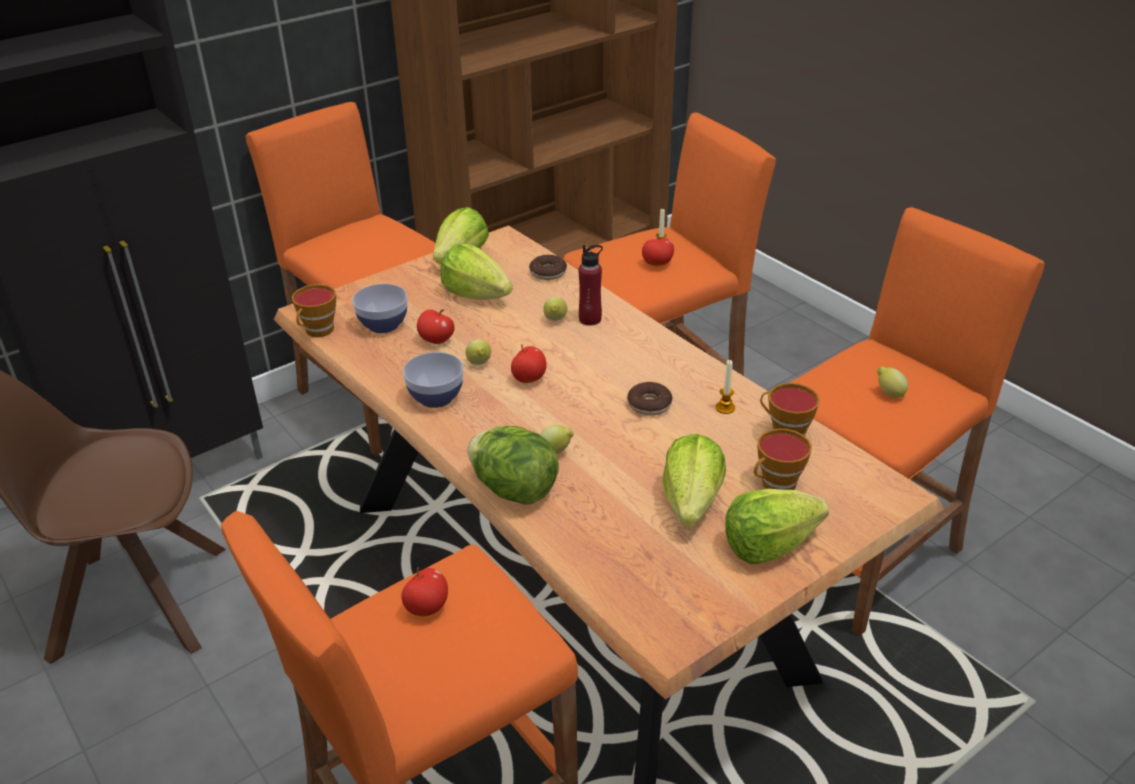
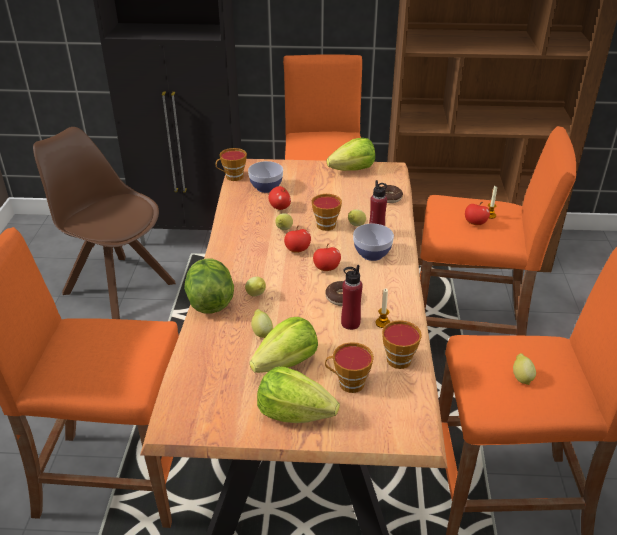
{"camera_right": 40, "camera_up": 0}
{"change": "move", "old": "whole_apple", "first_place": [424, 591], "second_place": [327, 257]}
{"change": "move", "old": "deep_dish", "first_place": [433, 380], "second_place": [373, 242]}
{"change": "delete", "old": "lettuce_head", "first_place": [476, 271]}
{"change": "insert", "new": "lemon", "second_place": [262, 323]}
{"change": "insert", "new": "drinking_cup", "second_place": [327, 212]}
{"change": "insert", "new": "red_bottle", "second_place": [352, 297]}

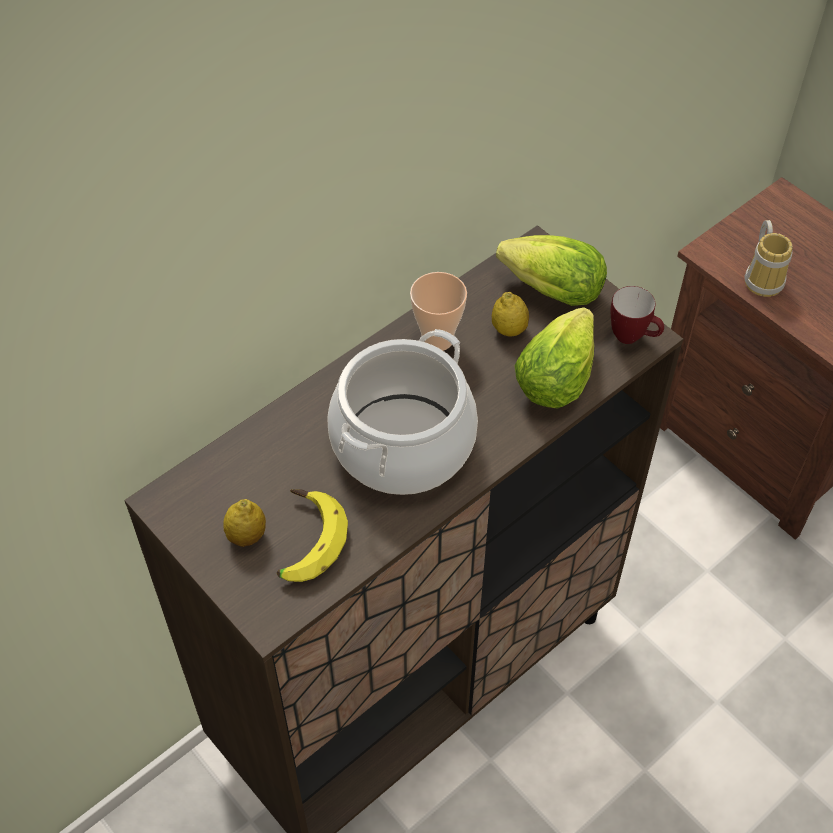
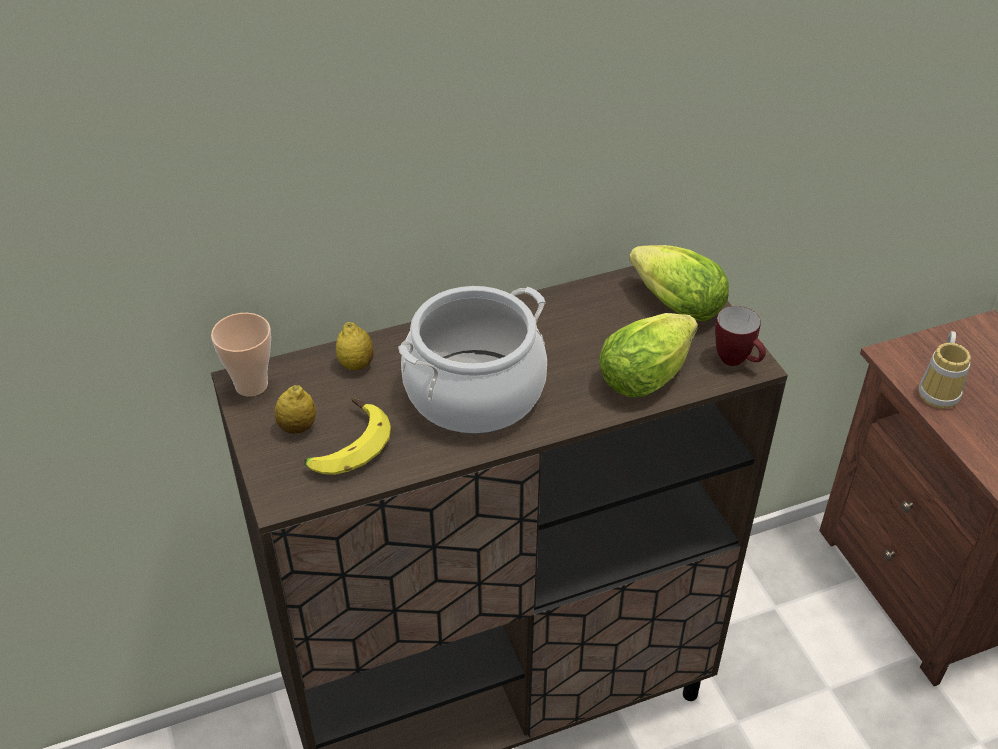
{"camera_right": 20, "camera_up": -10}
{"change": "move", "old": "drinking_cup", "first_place": [438, 311], "second_place": [241, 355]}
{"change": "move", "old": "lemon", "first_place": [510, 314], "second_place": [355, 346]}

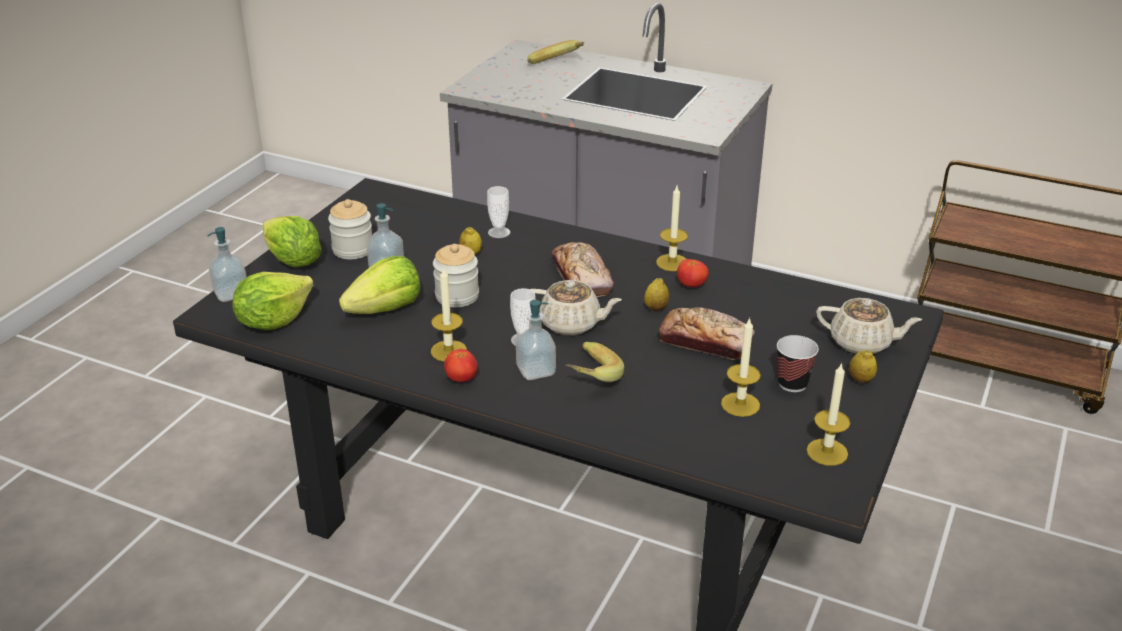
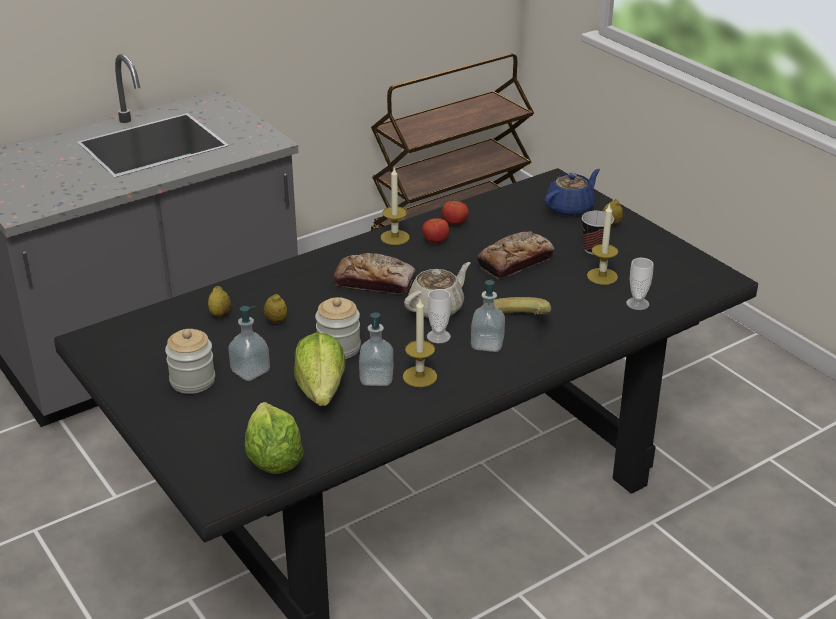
{"camera_right": -60, "camera_up": 0}
{"change": "move", "old": "liquid_soap_bottle", "first_place": [227, 264], "second_place": [376, 349]}
{"change": "delete", "old": "lettuce_head", "first_place": [292, 242]}
{"change": "move", "old": "whole_tomato", "first_place": [461, 365], "second_place": [455, 213]}
{"change": "move", "old": "drinking_cup", "first_place": [498, 212], "second_place": [640, 284]}
{"change": "delete", "old": "banana", "first_place": [555, 52]}
{"change": "move", "old": "lemon", "first_place": [656, 295], "second_place": [219, 301]}
{"change": "delete", "old": "wax_light", "first_place": [828, 414]}
{"change": "recolor", "old": "sand-coloured_teapot", "new": "bluish_teapot", "first_place": [869, 326], "second_place": [572, 193]}

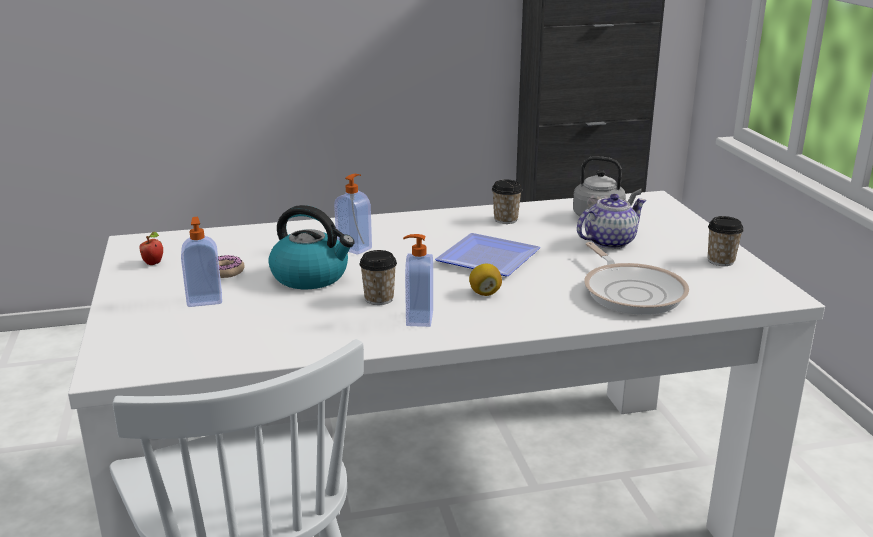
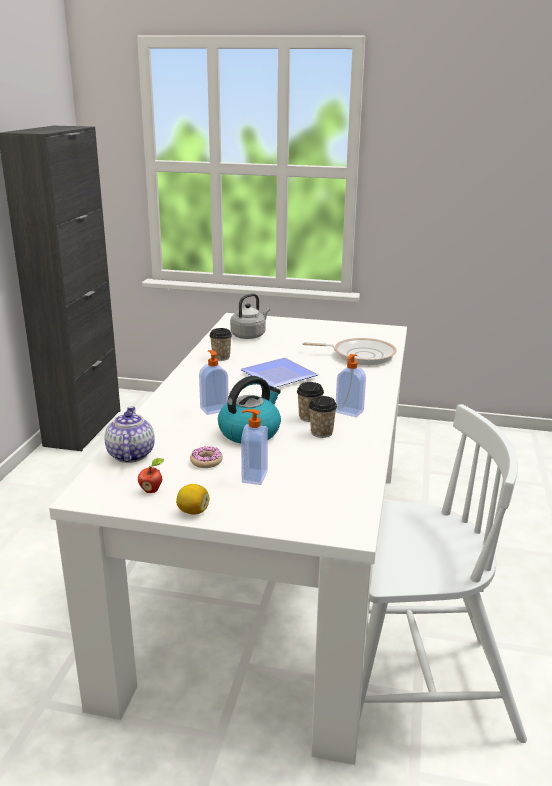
{"camera_right": -65, "camera_up": 0}
{"change": "move", "old": "lemon", "first_place": [485, 280], "second_place": [193, 499]}
{"change": "move", "old": "teapot", "first_place": [612, 221], "second_place": [129, 434]}
{"change": "move", "old": "drinking_cup", "first_place": [726, 241], "second_place": [323, 417]}

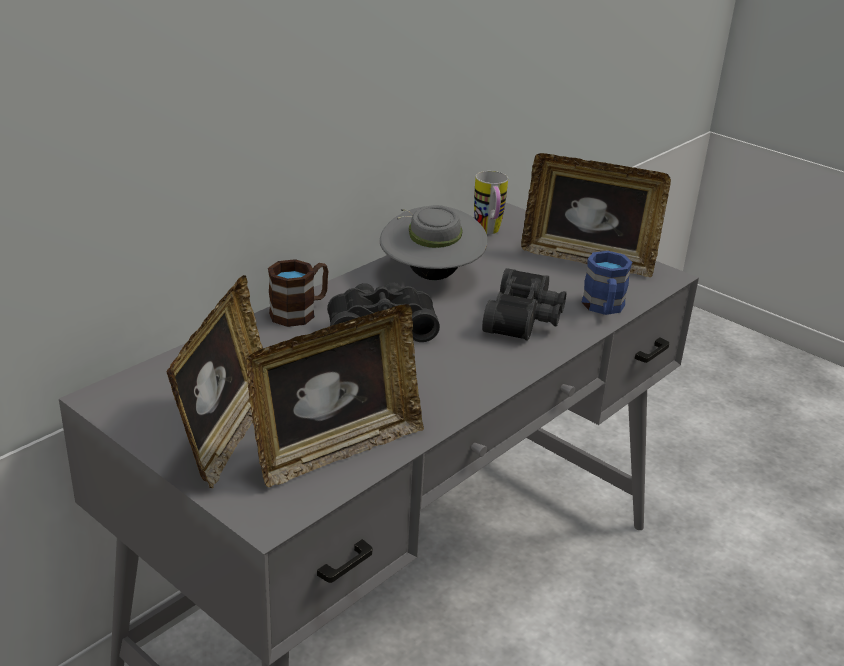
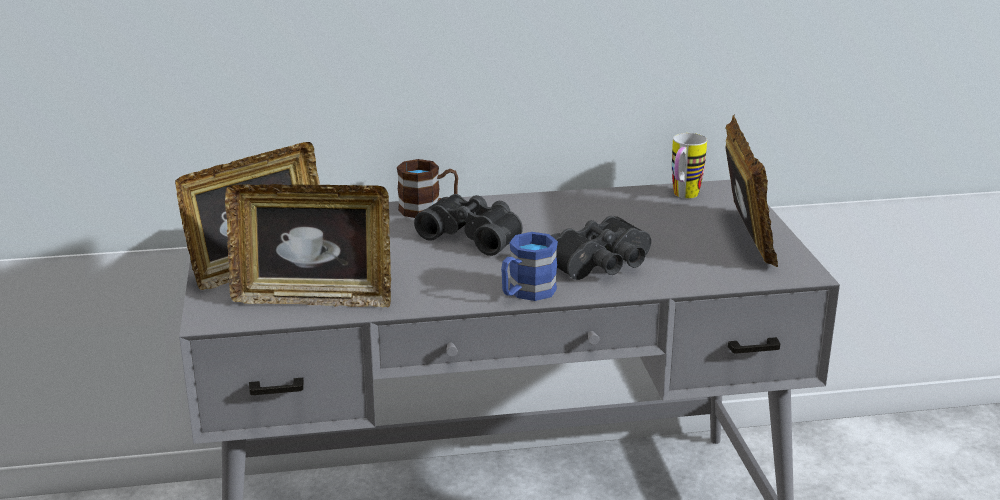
{"camera_right": 40, "camera_up": -5}
{"change": "delete", "old": "gray_wearable_hat", "first_place": [434, 242]}
{"change": "rotate", "old": "standing_frame", "first_place": [596, 215], "second_place": [751, 190], "degrees": -150}
{"change": "move", "old": "bluish_coffee_mug", "first_place": [606, 283], "second_place": [529, 266]}

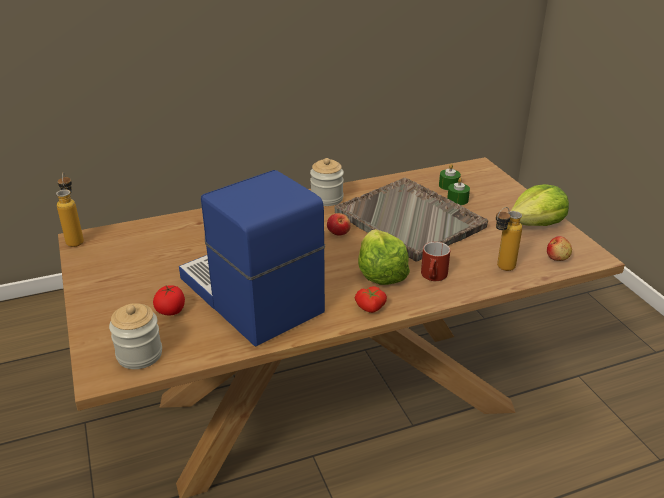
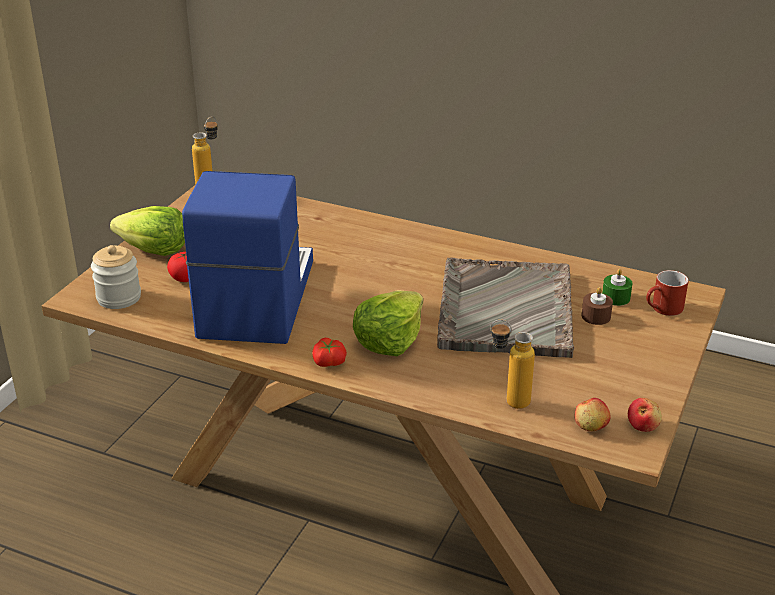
{"camera_right": 45, "camera_up": 0}
{"change": "delete", "old": "preserve_jar", "first_place": [327, 182]}
{"change": "move", "old": "whole_apple", "first_place": [339, 224], "second_place": [645, 415]}
{"change": "move", "old": "red_coffee_mug", "first_place": [435, 261], "second_place": [667, 293]}
{"change": "recolor", "old": "greenish_wax_light", "new": "brownish_wax_light", "first_place": [458, 191], "second_place": [597, 306]}
{"change": "move", "old": "lettuce_head", "first_place": [540, 205], "second_place": [147, 231]}

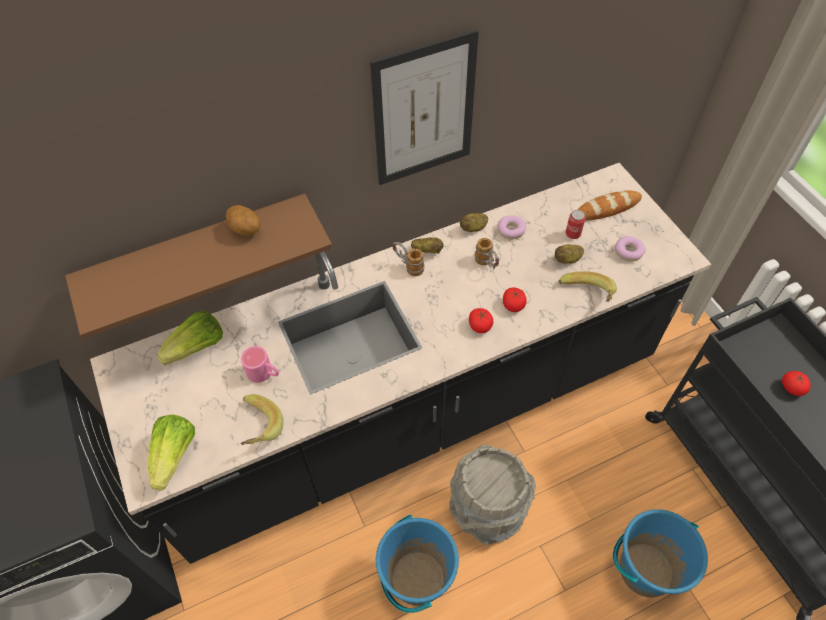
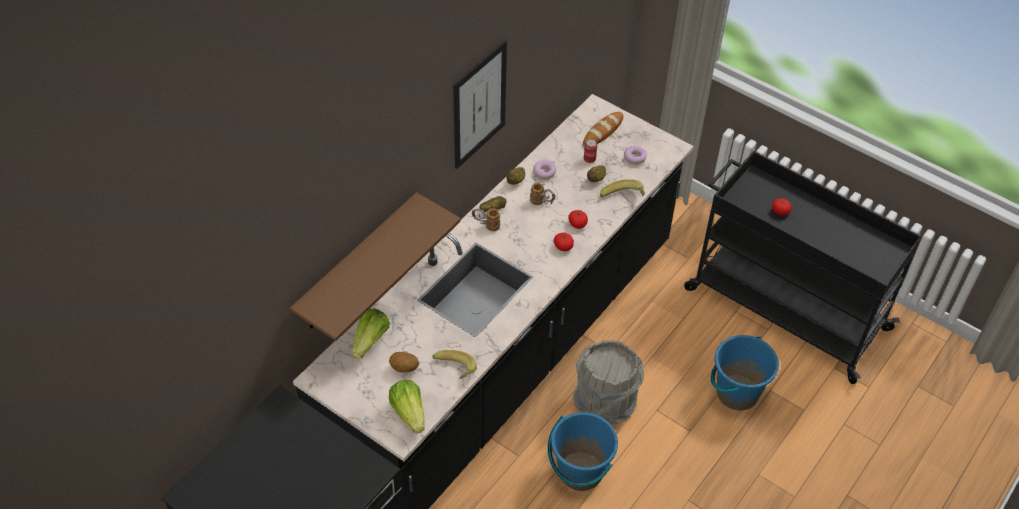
{"camera_right": -30, "camera_up": -5}
{"change": "move", "old": "spud", "first_place": [243, 220], "second_place": [404, 362]}
{"change": "delete", "old": "pink_coffee_mug", "first_place": [260, 364]}

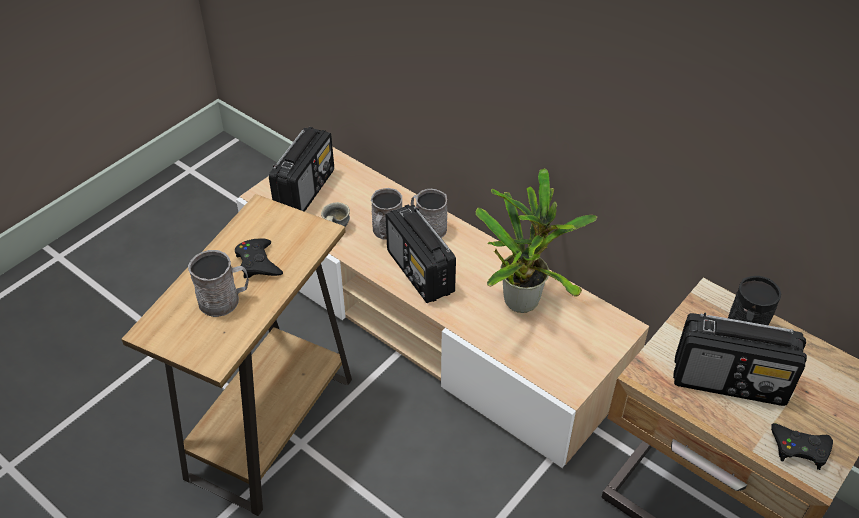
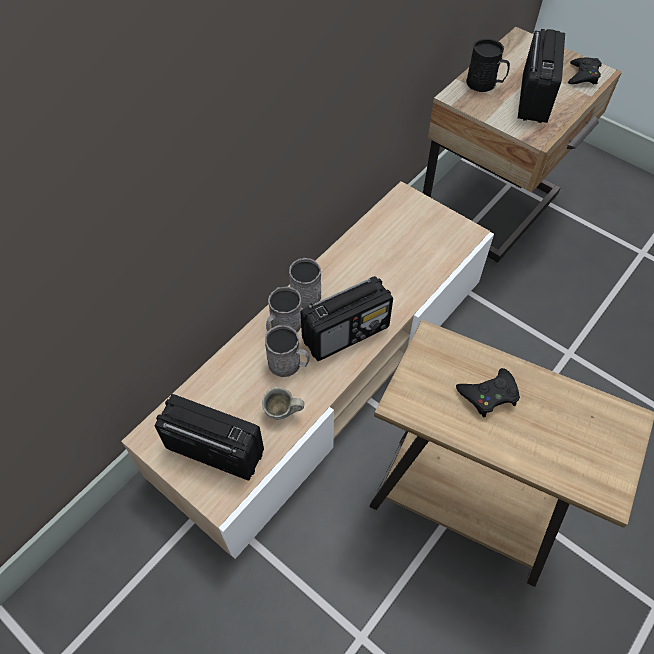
{"camera_right": -90, "camera_up": 10}
{"change": "move", "old": "gray_coffee_mug", "first_place": [218, 283], "second_place": [305, 283]}
{"change": "delete", "old": "plant_in_a_pot", "first_place": [536, 240]}

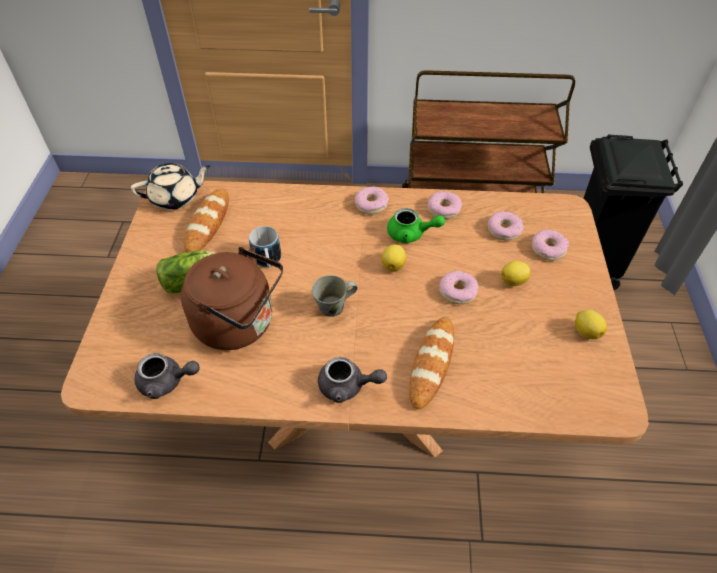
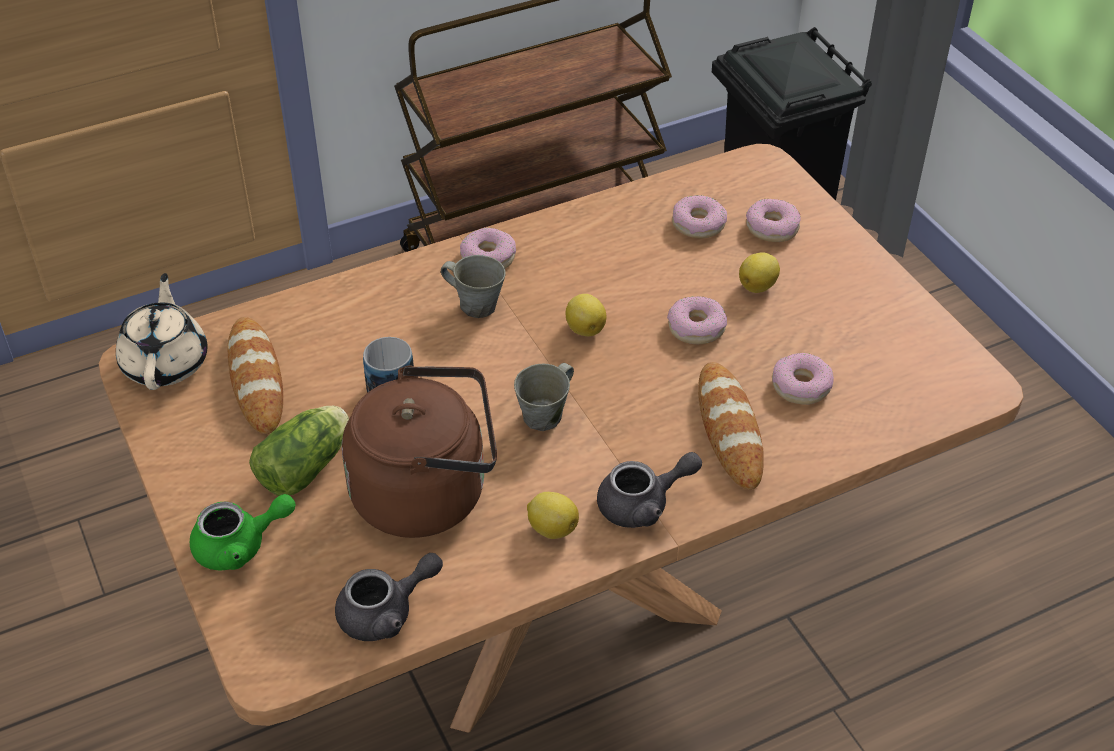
{"camera_right": -30, "camera_up": -5}
{"change": "rotate", "old": "sand-coloured_teapot", "first_place": [170, 186], "second_place": [161, 331], "degrees": -45}
{"change": "move", "old": "greenish_teapot", "first_place": [416, 225], "second_place": [243, 532]}
{"change": "move", "old": "doughnut", "first_place": [445, 205], "second_place": [803, 379]}
{"change": "move", "old": "lemon", "first_place": [591, 324], "second_place": [553, 515]}
{"change": "insert", "new": "gray_coffee_mug", "second_place": [473, 286]}

